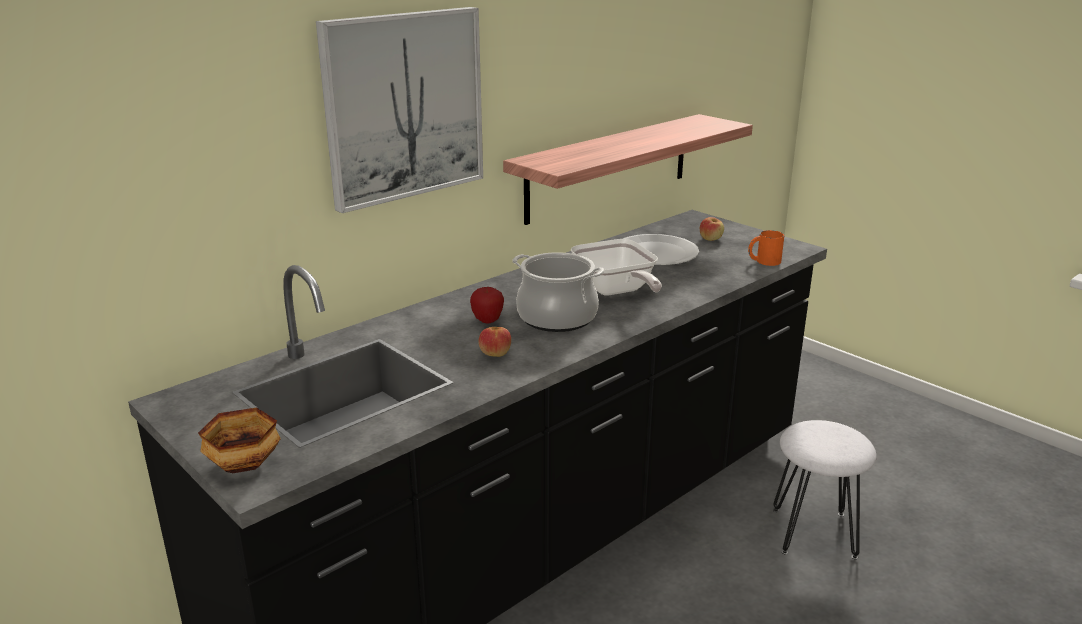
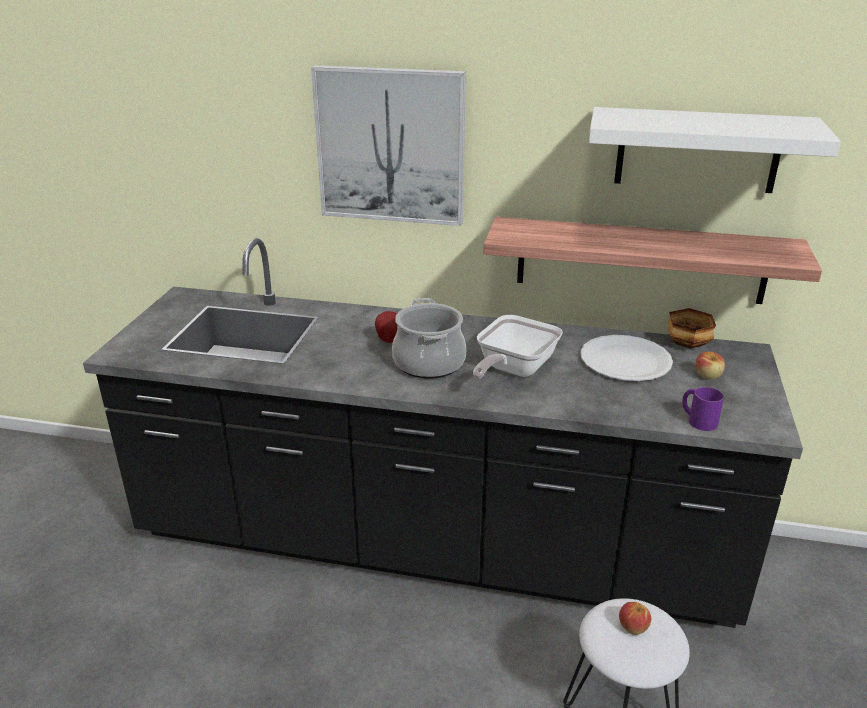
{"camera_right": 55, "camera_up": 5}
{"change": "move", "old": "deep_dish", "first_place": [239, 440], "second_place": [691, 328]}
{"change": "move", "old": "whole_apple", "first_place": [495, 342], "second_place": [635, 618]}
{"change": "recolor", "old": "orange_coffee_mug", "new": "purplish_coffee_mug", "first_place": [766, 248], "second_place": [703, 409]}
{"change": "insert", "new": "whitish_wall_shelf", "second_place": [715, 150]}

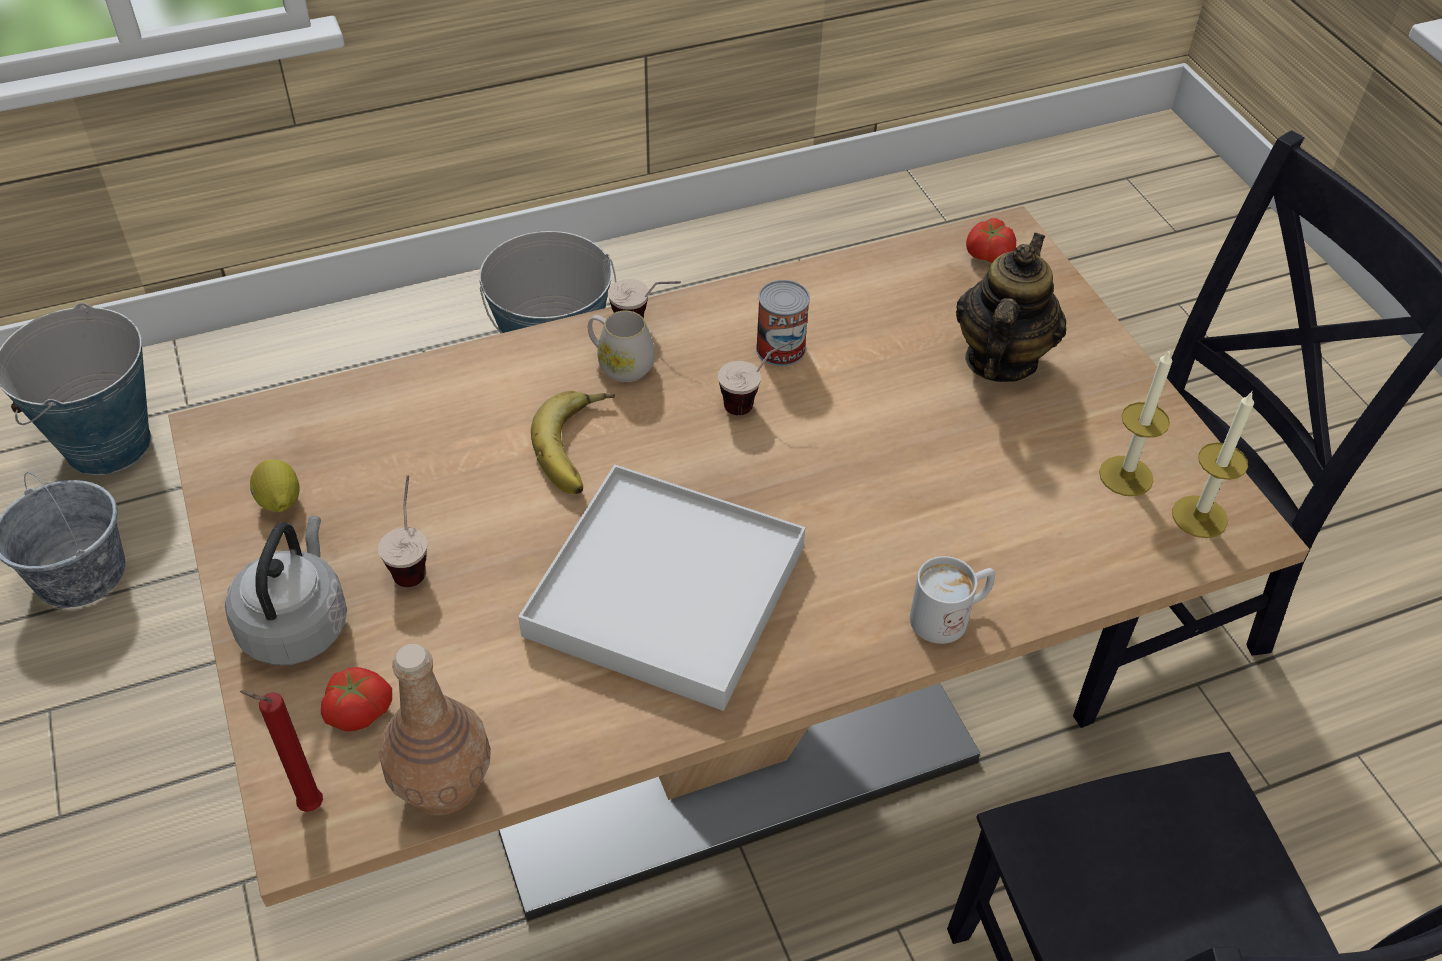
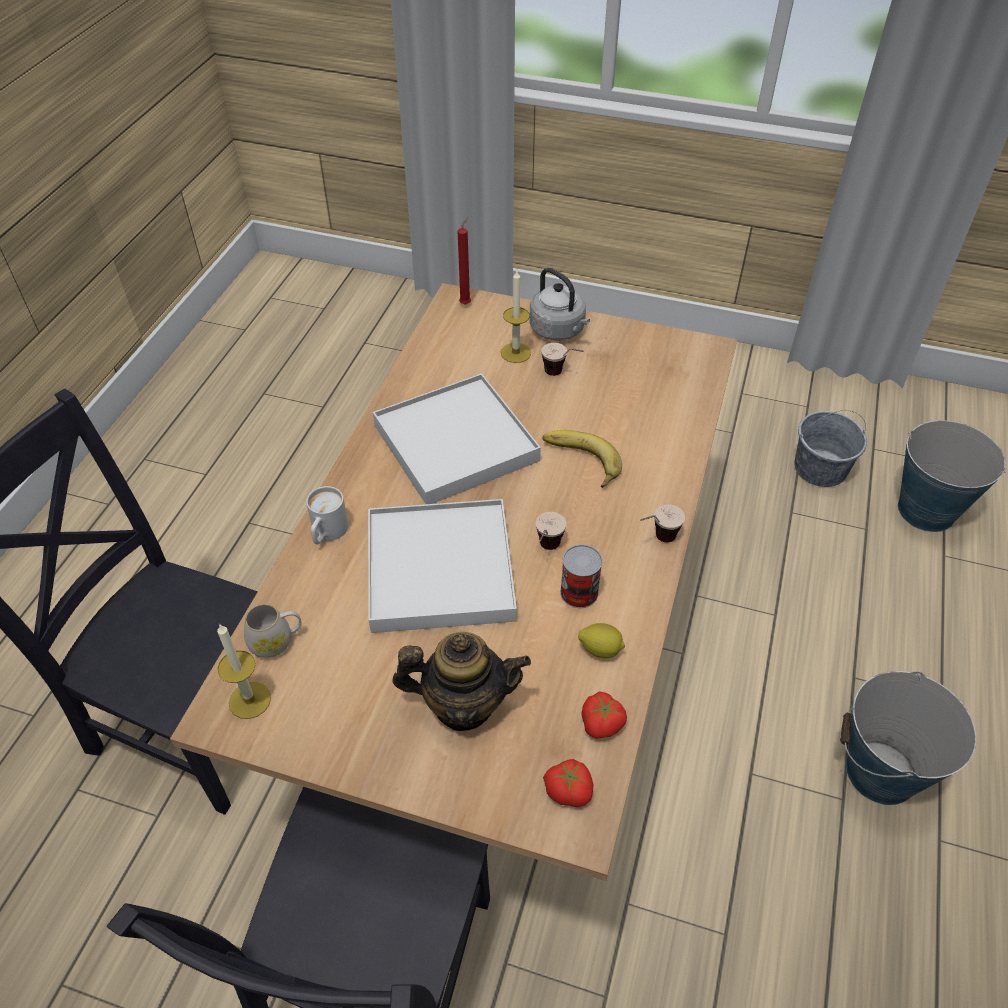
{"camera_right": 130, "camera_up": 0}
{"change": "move", "old": "lemon", "first_place": [275, 485], "second_place": [601, 640]}
{"change": "move", "old": "whole_tomato", "first_place": [356, 699], "second_place": [604, 715]}
{"change": "delete", "old": "brownish_bottle", "first_place": [435, 729]}
{"change": "move", "old": "whitish_coffee_mug", "first_place": [621, 346], "second_place": [272, 631]}
{"change": "rotate", "old": "teapot", "first_place": [1011, 307], "second_place": [462, 681], "degrees": -60}
{"change": "move", "old": "wax_light", "first_place": [1135, 422], "second_place": [516, 317]}
{"change": "insert", "new": "whitish_carrying_tray", "second_place": [442, 566]}

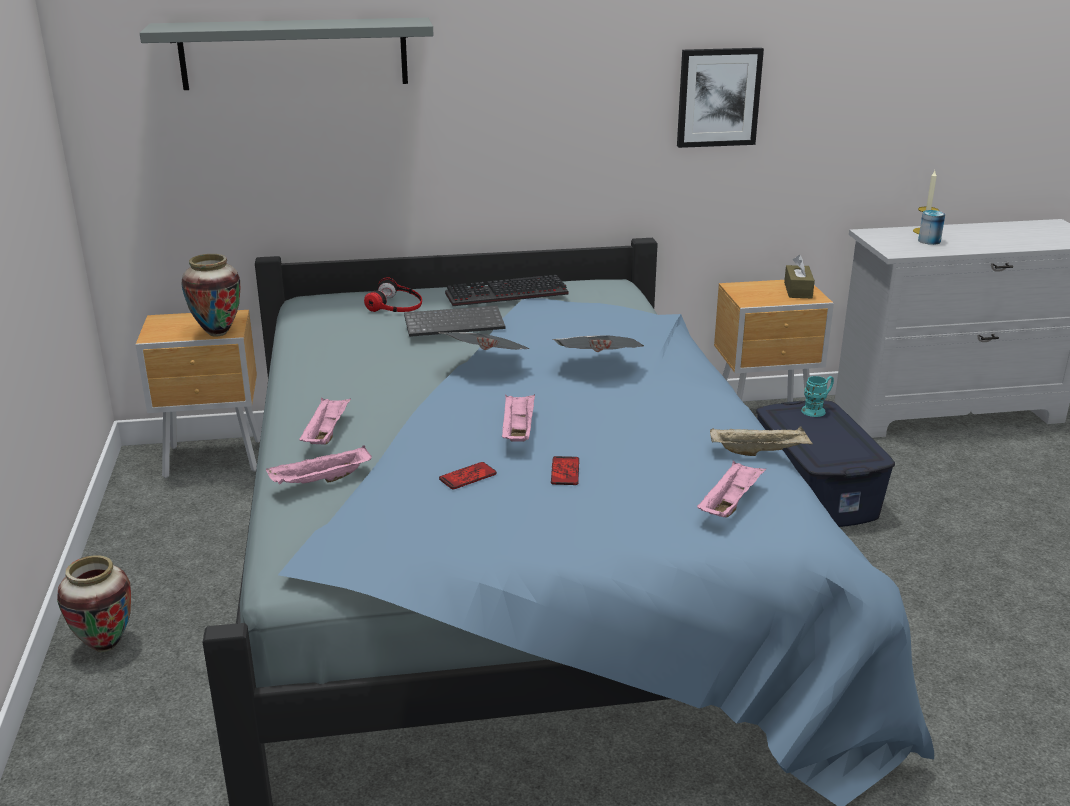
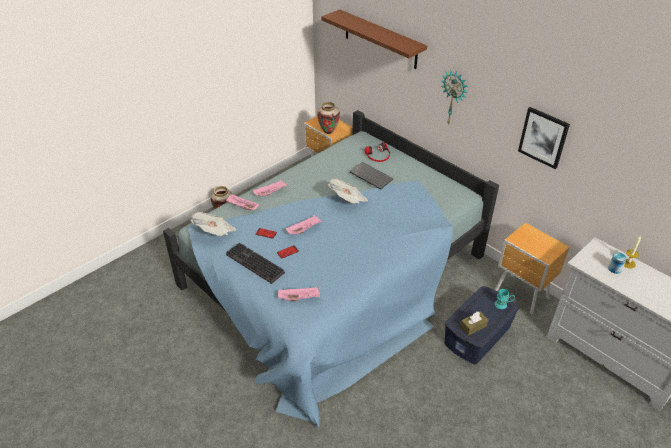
{"camera_right": 55, "camera_up": 15}
{"change": "recolor", "old": "gray_wall_shelf", "new": "brownish_wall_shelf", "first_place": [287, 54], "second_place": [374, 39]}
{"change": "move", "old": "keyboard", "first_place": [506, 290], "second_place": [255, 263]}
{"change": "move", "old": "daily_paper", "first_place": [598, 344], "second_place": [213, 224]}
{"change": "delete", "old": "sand-coloured_carrying_tray", "first_place": [761, 441]}
{"change": "move", "old": "brownish_tissue_box", "first_place": [799, 276], "second_place": [474, 323]}
{"change": "insert", "new": "hanging_clock", "second_place": [454, 97]}

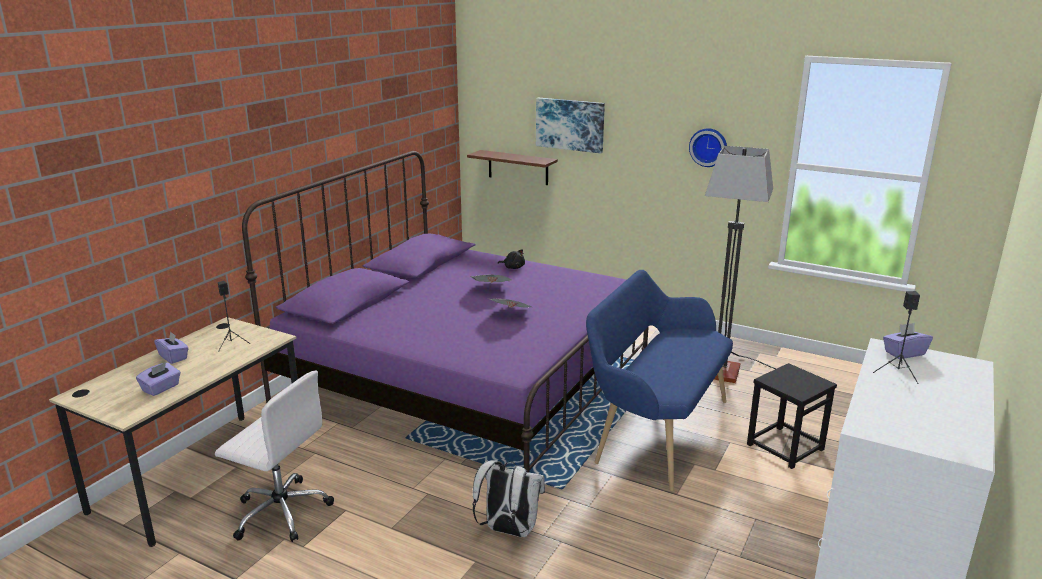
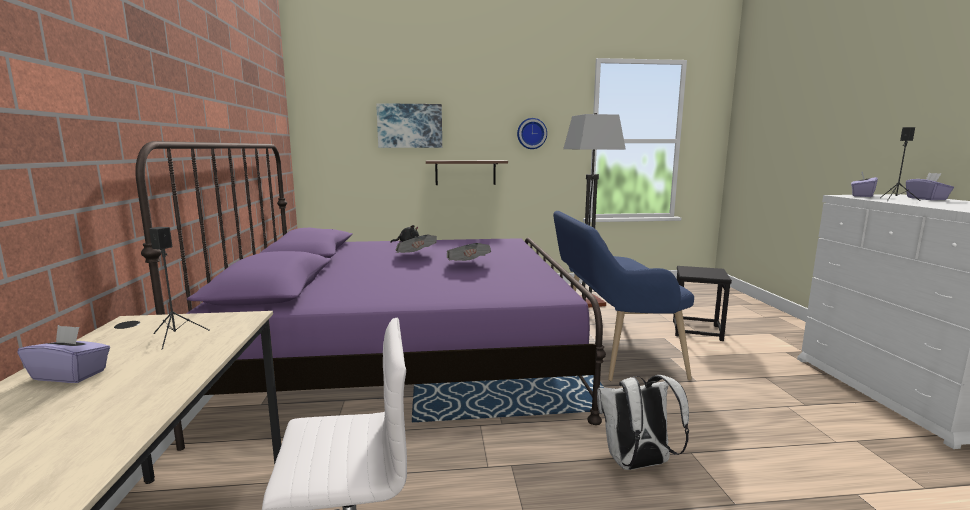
{"camera_right": -35, "camera_up": -10}
{"change": "move", "old": "purplish_tissue_box", "first_place": [158, 379], "second_place": [930, 186]}
{"change": "move", "old": "brownish_wall_shelf", "first_place": [512, 167], "second_place": [467, 172]}

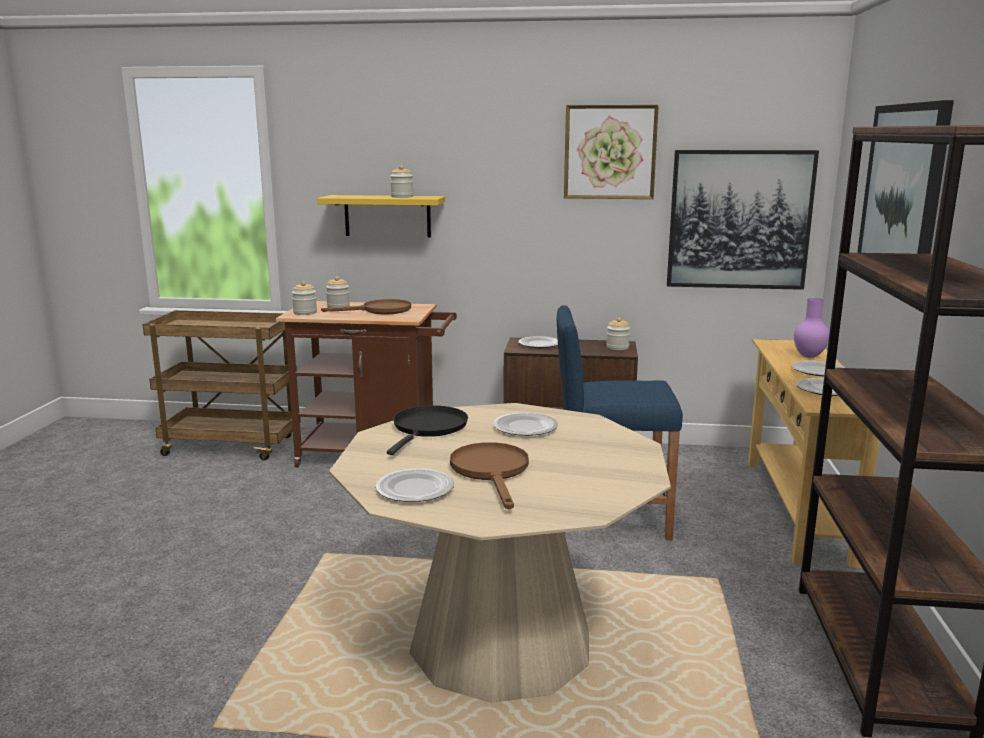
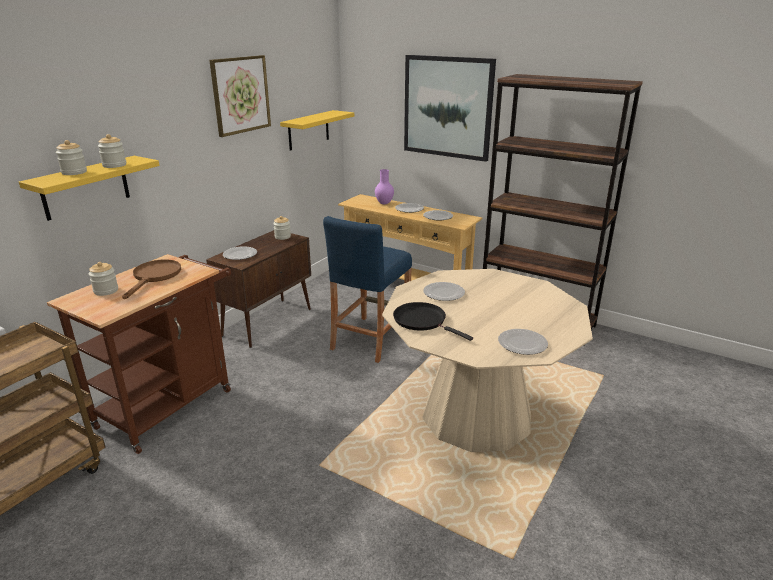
{"camera_right": -65, "camera_up": 10}
{"change": "move", "old": "preserve_jar", "first_place": [304, 298], "second_place": [71, 157]}
{"change": "delete", "old": "brownish_pan", "first_place": [489, 475]}
{"change": "replace", "old": "picture", "new": "yellow-coloured_wall_shelf", "first_place": [743, 220], "second_place": [317, 130]}

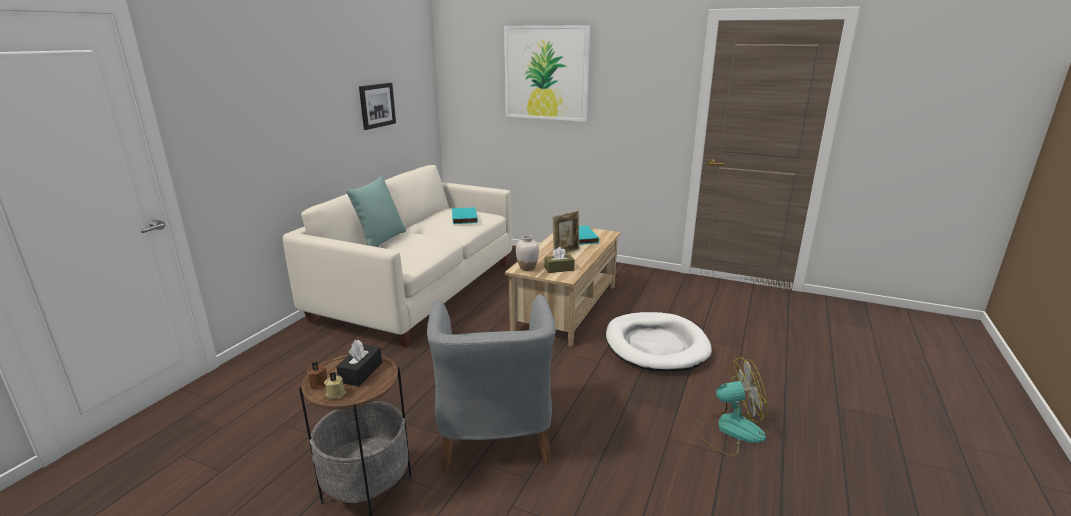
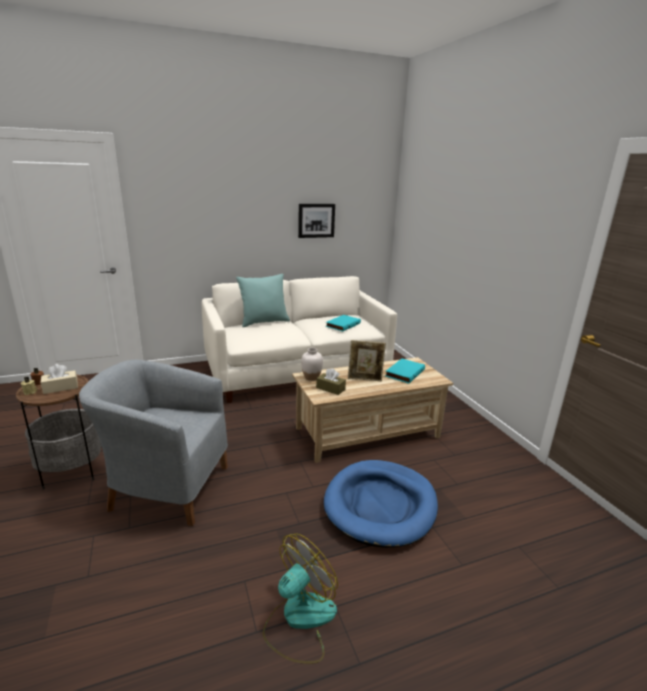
{"camera_right": 45, "camera_up": 0}
{"change": "recolor", "old": "blackish_tissue_box", "new": "sand-coloured_tissue_box", "first_place": [359, 363], "second_place": [59, 379]}
{"change": "rotate", "old": "gray_armchair", "first_place": [491, 383], "second_place": [153, 443], "degrees": 60}
{"change": "delete", "old": "picture", "first_place": [547, 73]}
{"change": "recolor", "old": "whitish_pet_bed", "new": "bluish_pet_bed", "first_place": [659, 341], "second_place": [381, 504]}
{"change": "rotate", "old": "fan", "first_place": [731, 406], "second_place": [300, 598], "degrees": -90}

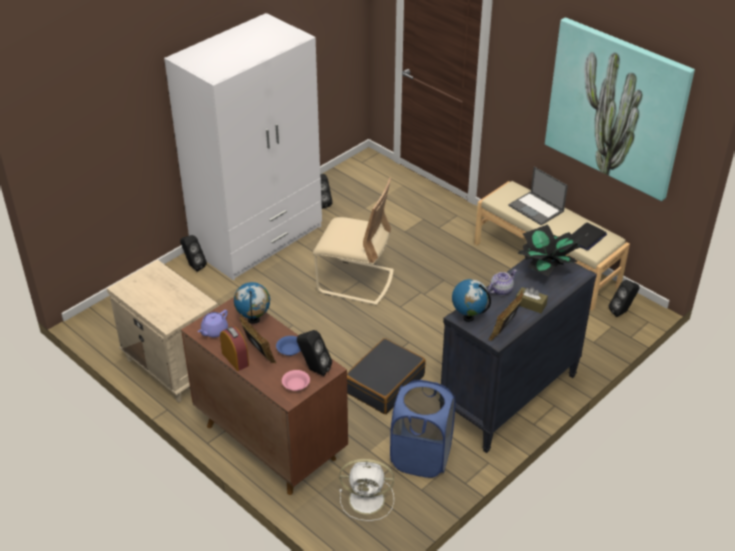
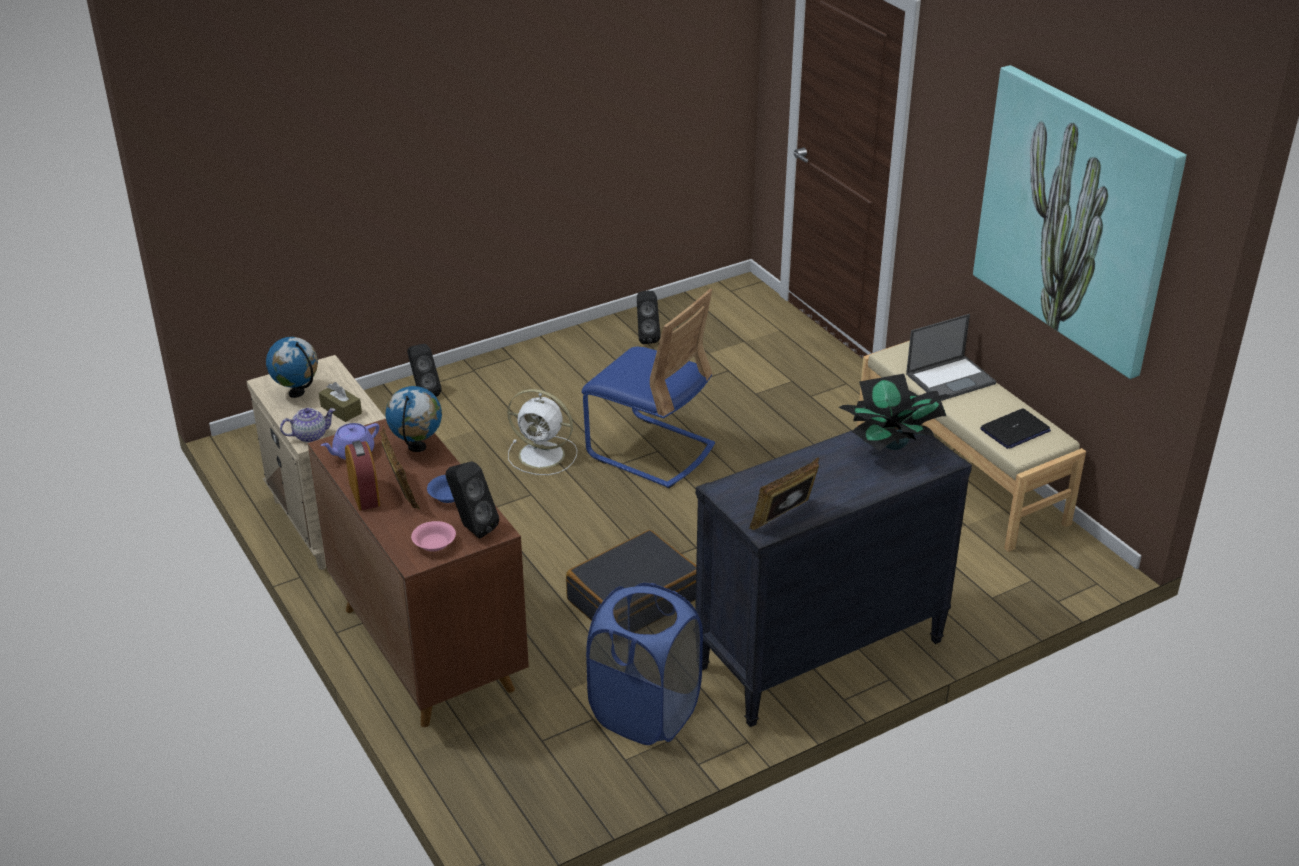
{"camera_right": 15, "camera_up": -5}
{"change": "delete", "old": "whitish_armoire", "first_place": [243, 146]}
{"change": "recolor", "old": "sand-coloured_plain_chair", "new": "bluish_plain_chair", "first_place": [353, 242], "second_place": [648, 388]}
{"change": "move", "old": "whitish_fan", "first_place": [366, 490], "second_place": [542, 432]}
{"change": "move", "old": "desk_globe", "first_place": [471, 300], "second_place": [292, 367]}
{"change": "move", "old": "teapot", "first_place": [502, 283], "second_place": [307, 425]}
{"change": "rotate", "old": "laptop", "first_place": [538, 196], "second_place": [951, 357], "degrees": -90}
{"change": "move", "old": "brownish_tissue_box", "first_place": [532, 300], "second_place": [340, 402]}
{"change": "delete", "old": "blackish_speaker", "first_place": [624, 298]}

